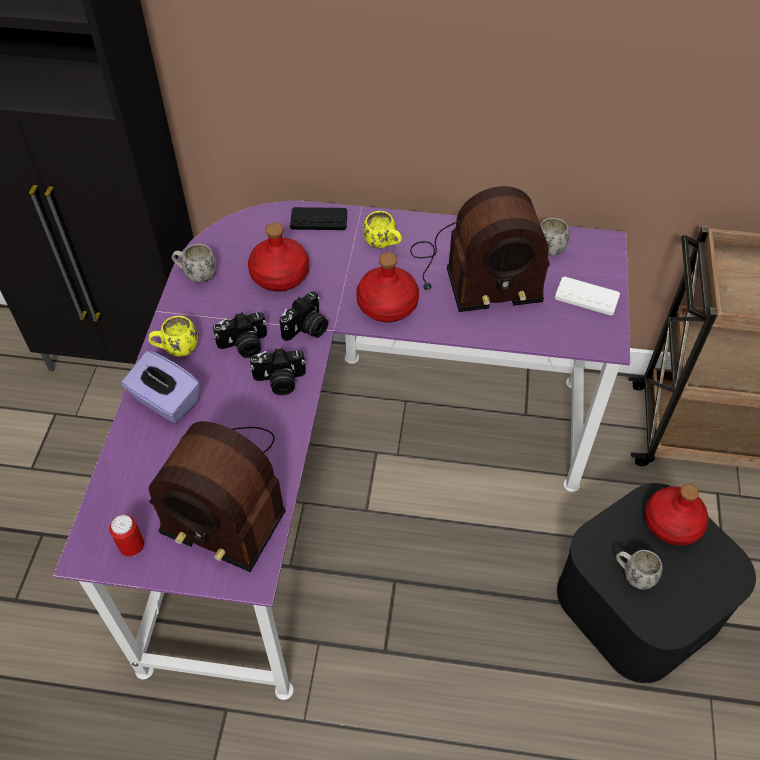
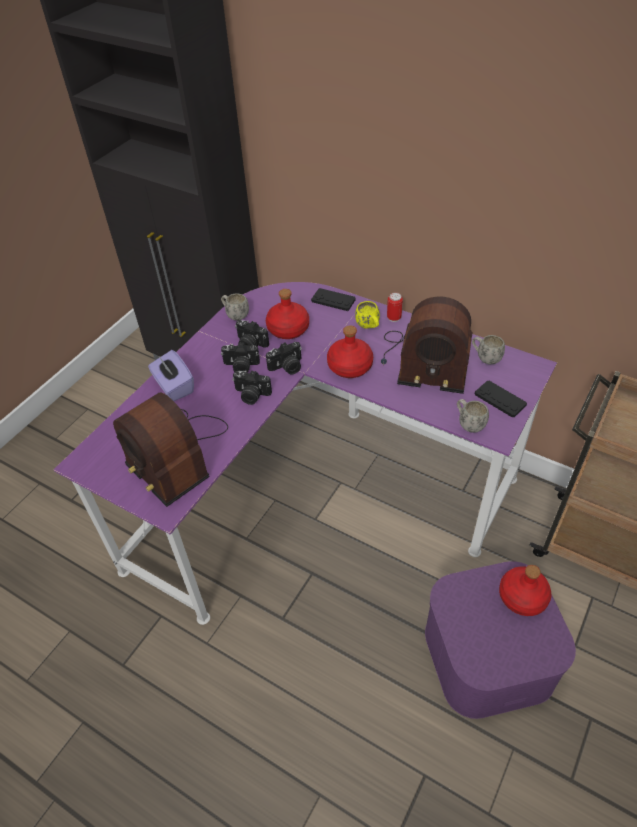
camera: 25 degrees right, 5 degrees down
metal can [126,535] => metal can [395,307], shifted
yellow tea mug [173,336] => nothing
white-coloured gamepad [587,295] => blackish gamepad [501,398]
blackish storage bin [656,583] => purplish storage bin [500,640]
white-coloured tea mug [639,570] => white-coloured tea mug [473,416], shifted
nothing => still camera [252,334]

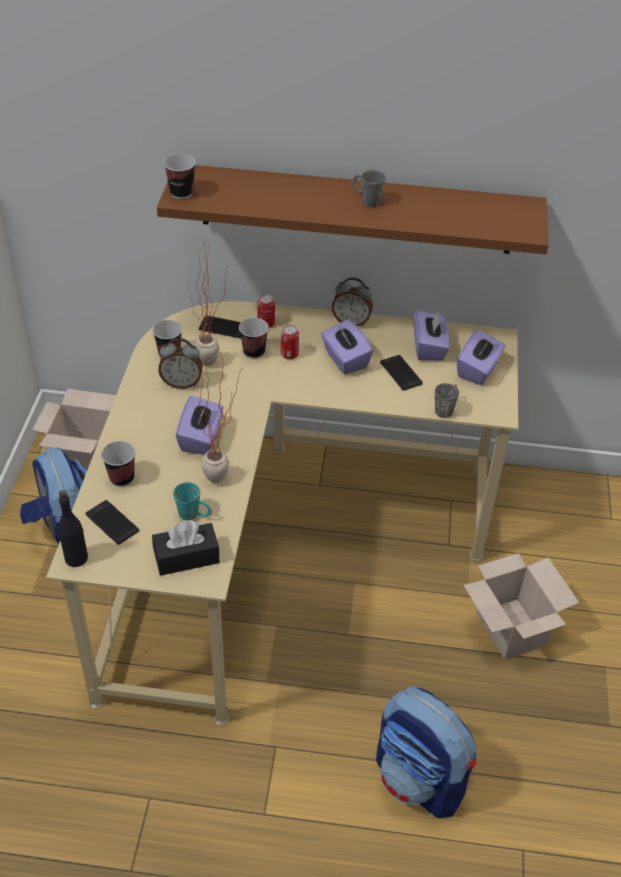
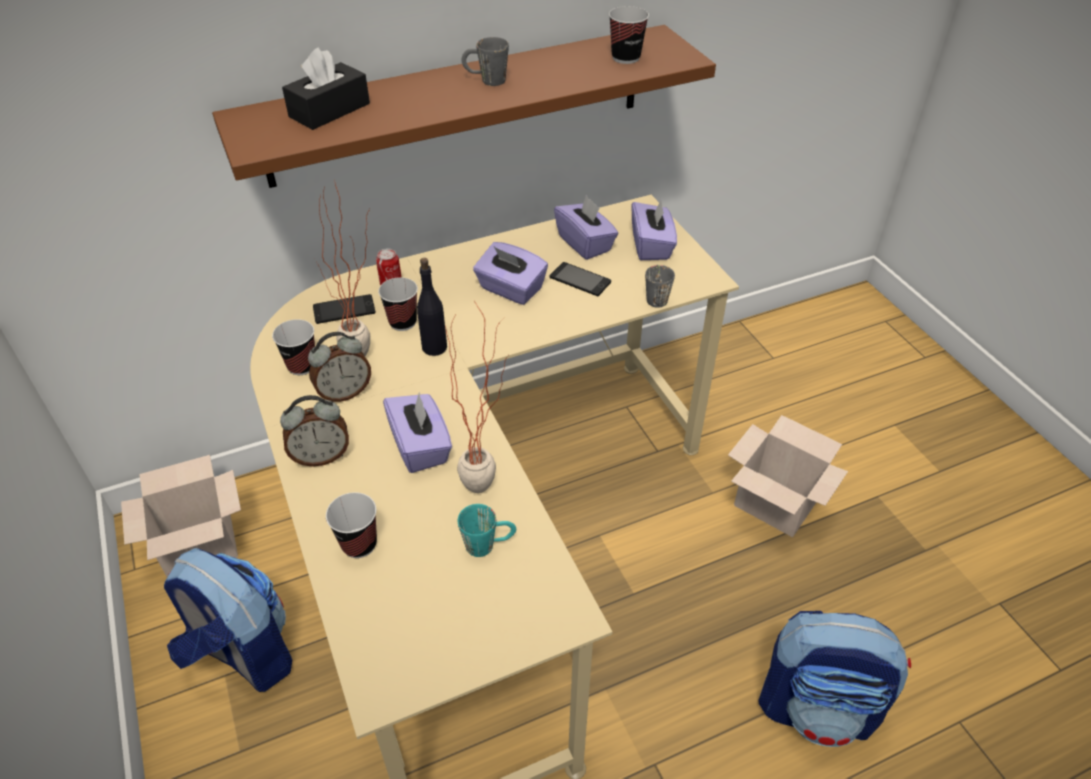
camera: 30 degrees left, 0 degrees up
blackish bottle [73,528] => blackish bottle [432,307], shifted
telephone [112,522] => nothing
blackish tissue box [186,548] => blackish tissue box [326,88], shifted
small cup [179,176] => small cup [629,35], shifted
metal can [290,342] => nothing
table clock [352,301] => table clock [314,431], shifted

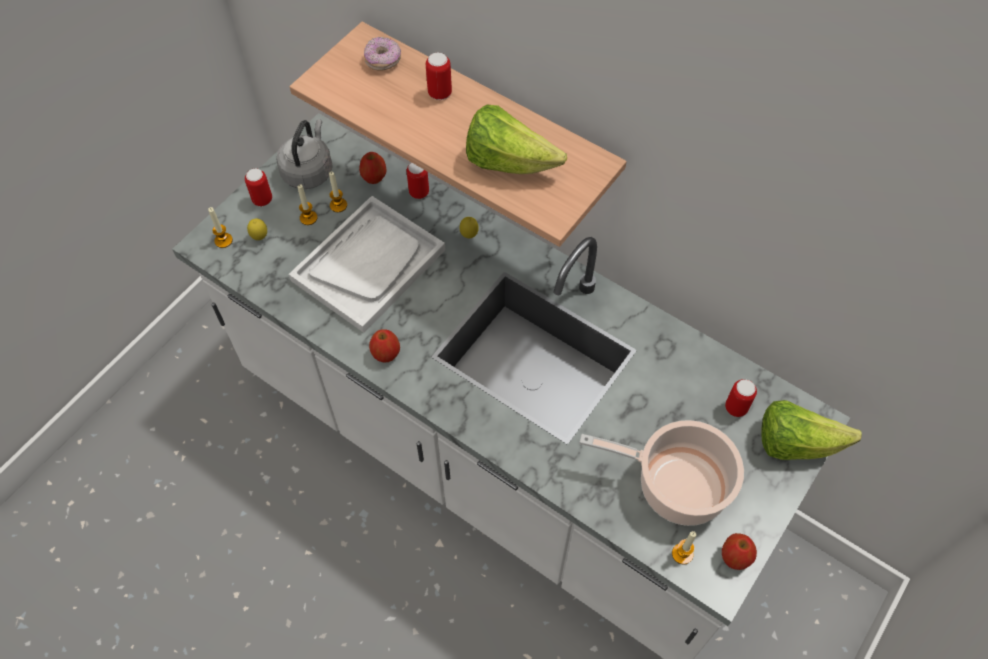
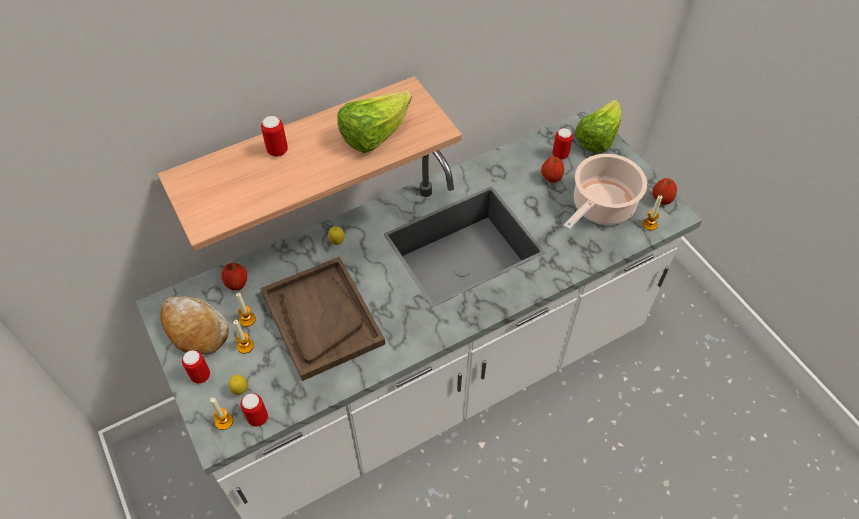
camera: 65 degrees left, 5 degrees down
greyish kettle [304,154] => baked bread [194,325]
white-coloured carrying tray [367,264] => brownish carrying tray [322,319]
ring doughnut [382,54] => nothing
whole apple [384,346] => whole apple [552,170], shifted
metal can [417,180] => metal can [254,410], shifted

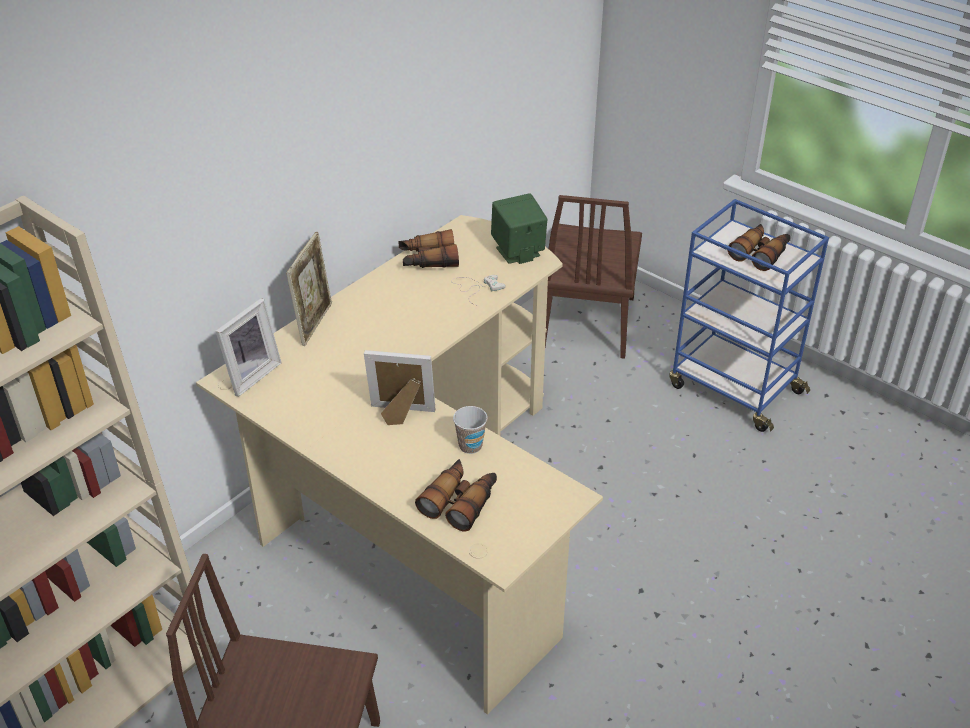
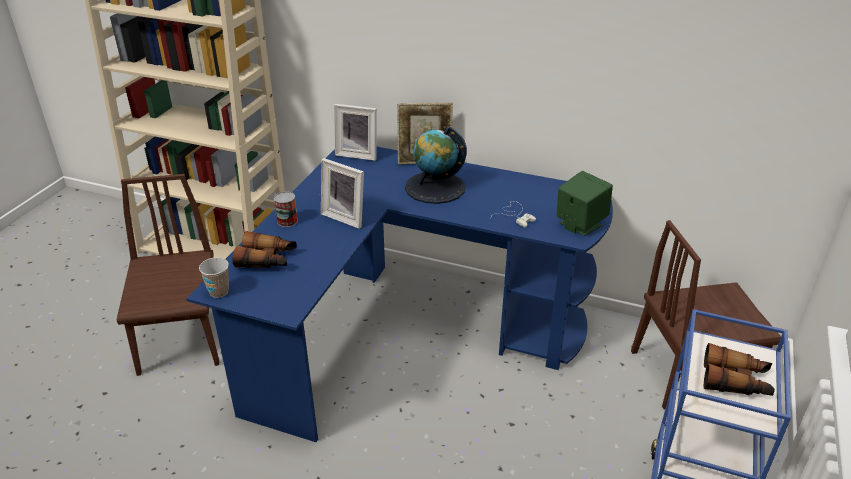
camera: 70 degrees right, 5 degrees down
beige-coloured desk [399,465] => bluish desk [399,294]
picture frame [399,387] => picture frame [342,193], 135 degrees clockwise
field glasses [428,248] => nothing
small cup [470,430] => small cup [214,277], shifted
nothing => metal can [286,209]
nothing => globe [436,165]

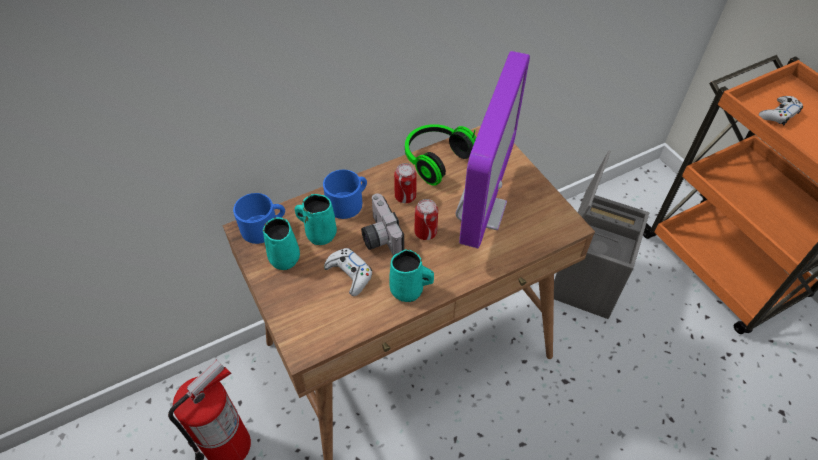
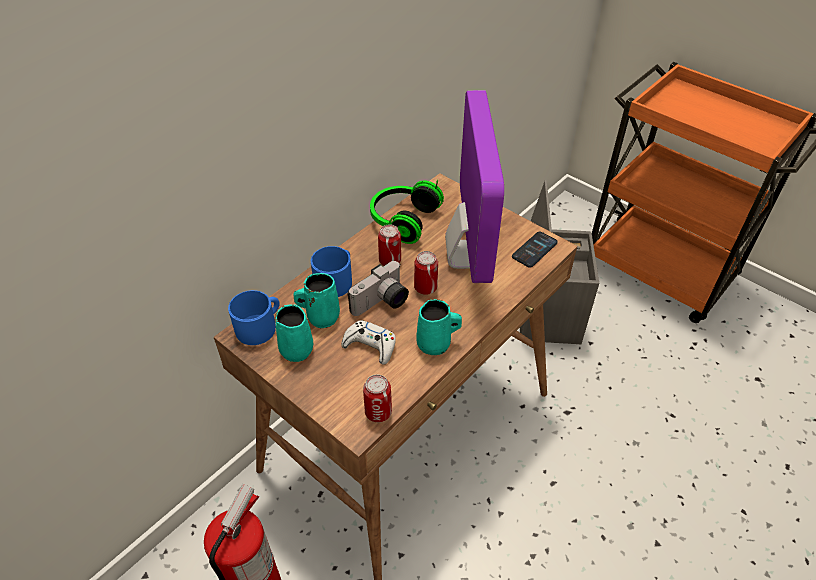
camera: 20 degrees left, 5 degrees down
still camera [382,224] => still camera [378,288], 90 degrees counterclockwise
white-coloured gamepad [781,110] => nothing
nothing => metal can [377,398]
nothing => telephone [535,249]

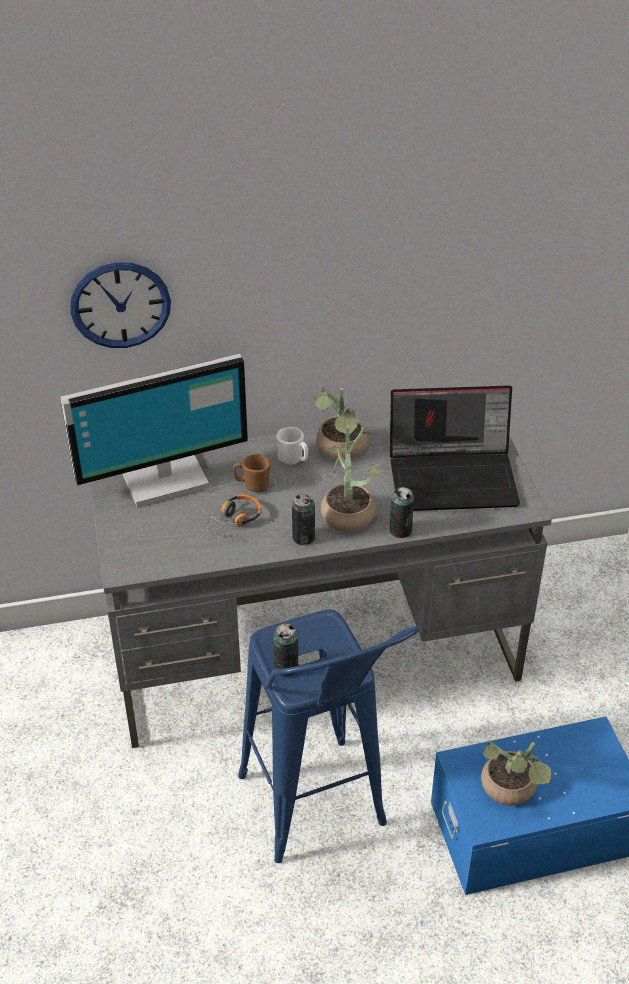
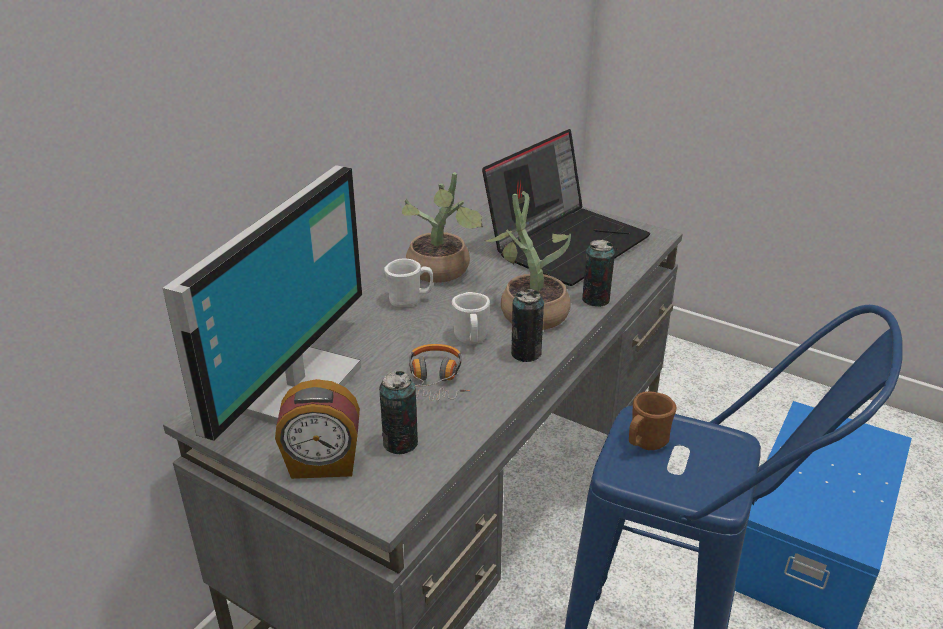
camera: 45 degrees left, 10 degrees down
clock on the wall [120,305] => nothing
brownish tea mug [252,473] => brownish tea mug [653,421], shifted
metal can [285,650] => metal can [398,412], shifted
potted plant [516,773] => nothing
nothing => table clock [317,429]
nothing => white-coloured tea mug [471,318]

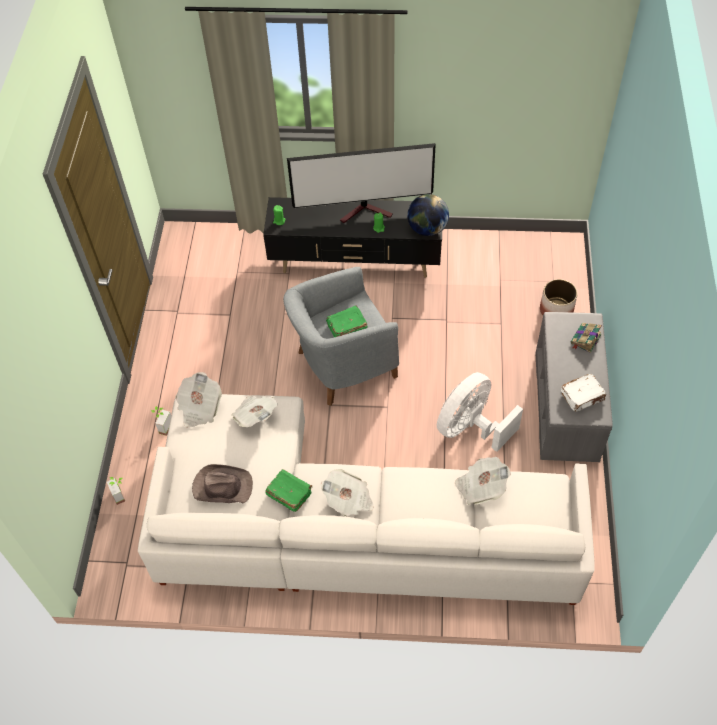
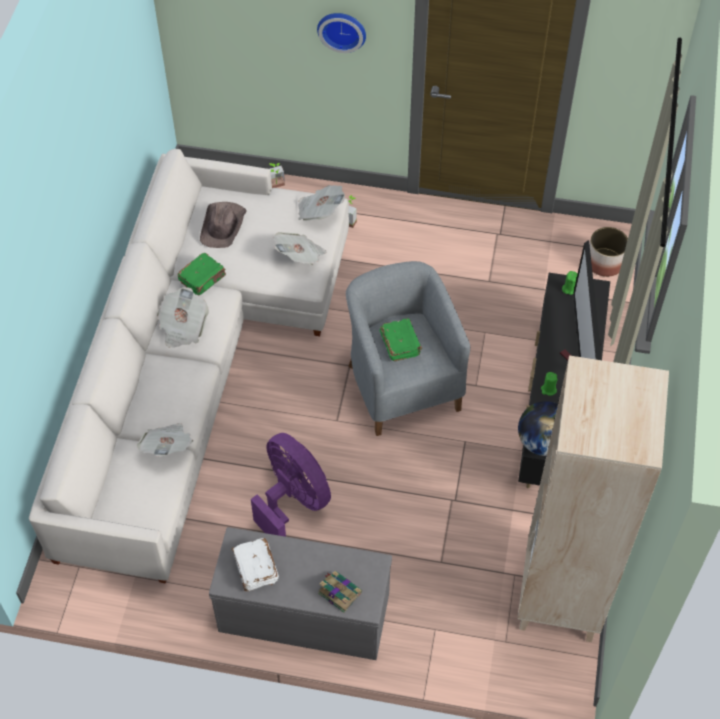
camera: 95 degrees right, 0 degrees up
white-coloured cooling fan [480,412] => purplish cooling fan [291,485]
plant pot [559,297] => plant pot [608,252], shifted
nothing => clock on the wall [341,33]
nothing => beige-coloured bookcase [593,498]

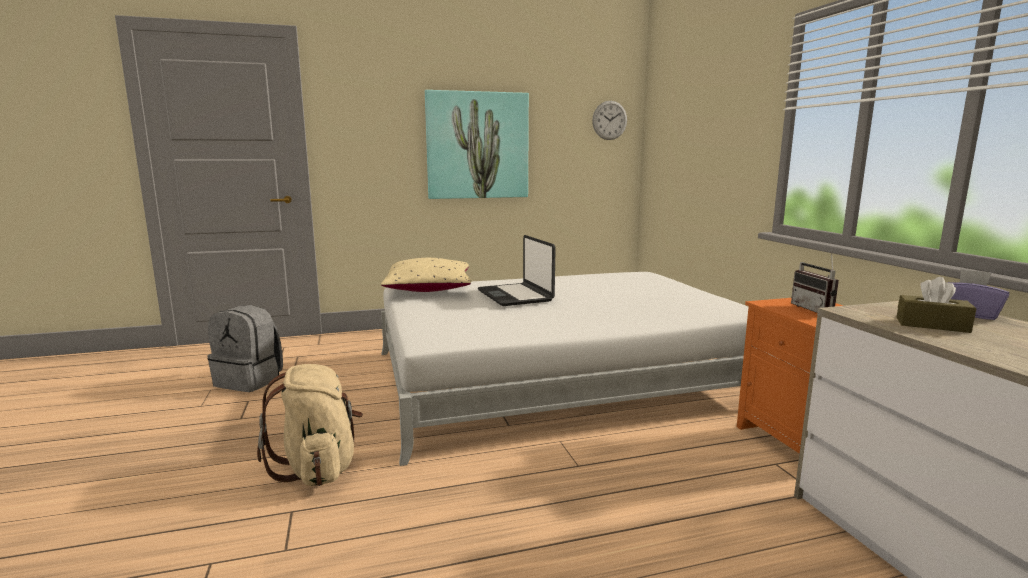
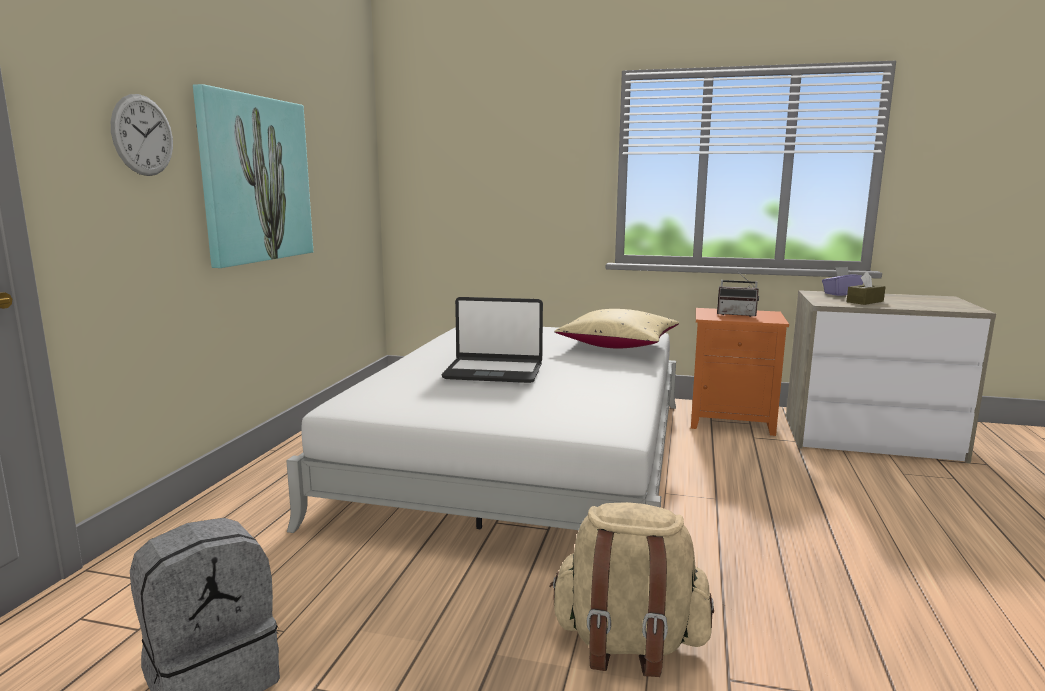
camera: 60 degrees left, 0 degrees up
beige-coloured throw pillow [426,275] => beige-coloured throw pillow [616,329], shifted
clock on the wall [609,120] => clock on the wall [142,135], shifted

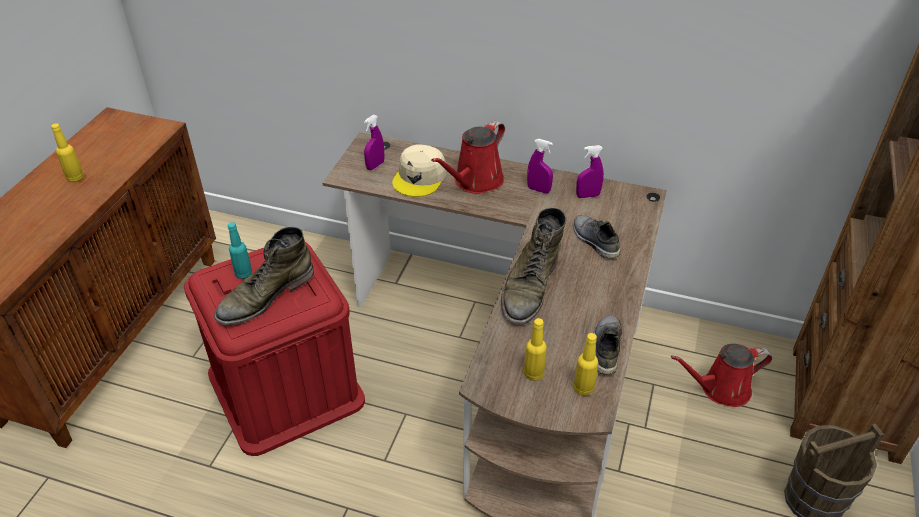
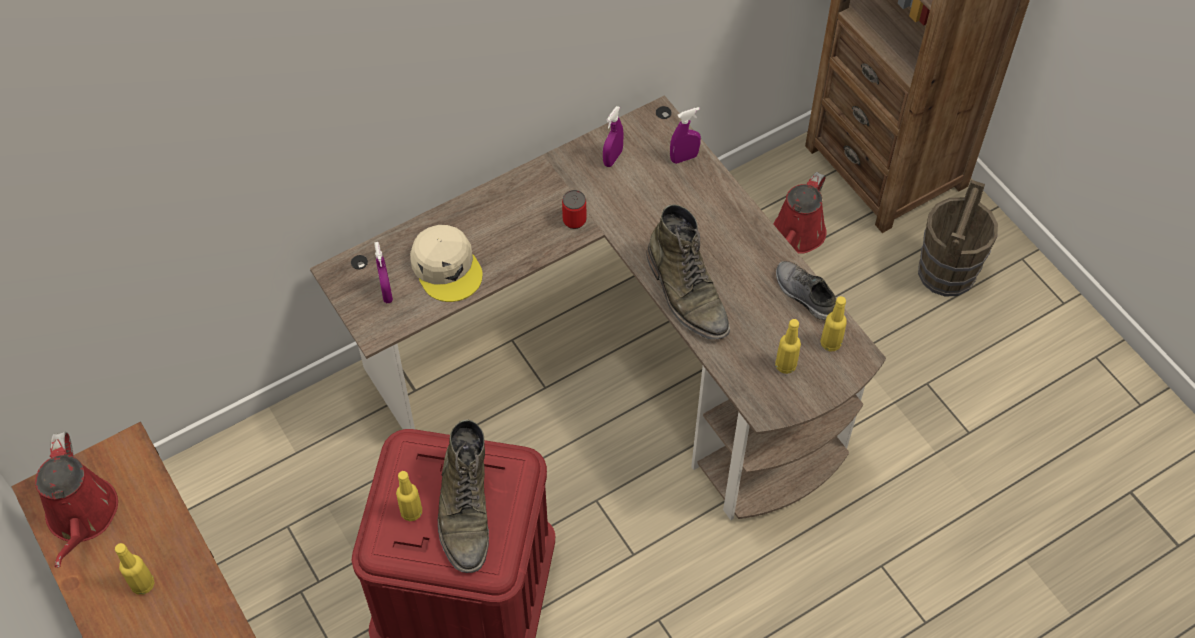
camera: 50 degrees left, 15 degrees up
turquoise-coloured bottle [240,250] => yellow bottle [409,496]
red-coloured watering pot [468,157] => red-coloured watering pot [76,500], shifted
purplish spray bottle [540,166] => purplish spray bottle [685,135], shifted
greyish shoe [597,237] => nothing
nothing => metal can [574,209]

